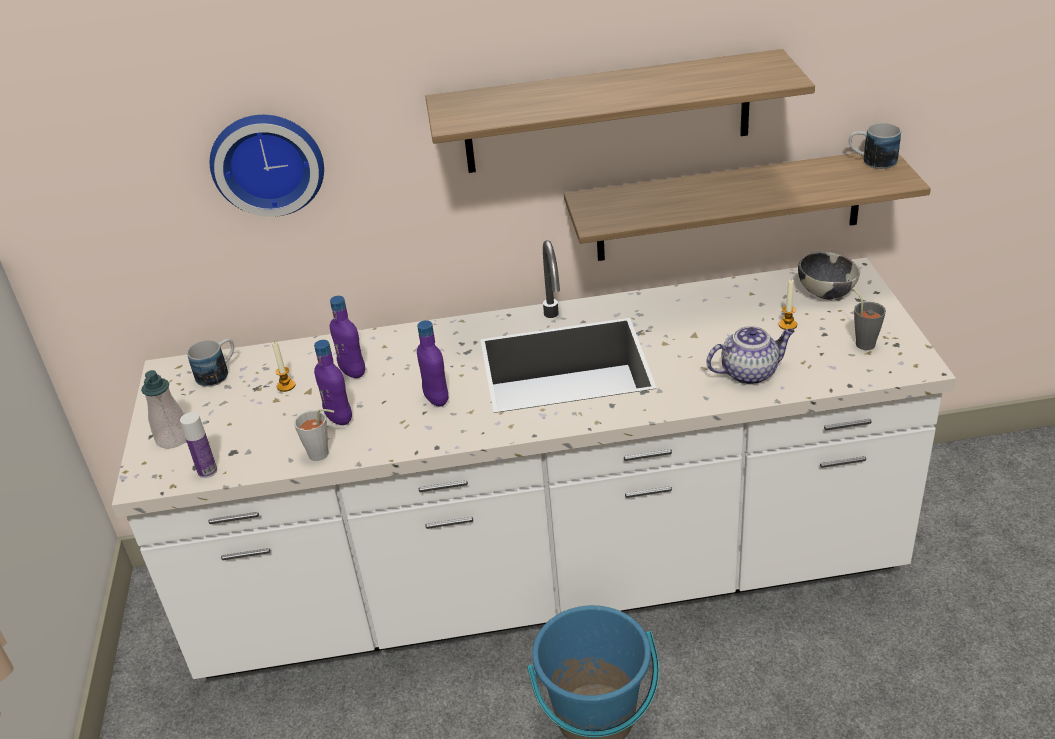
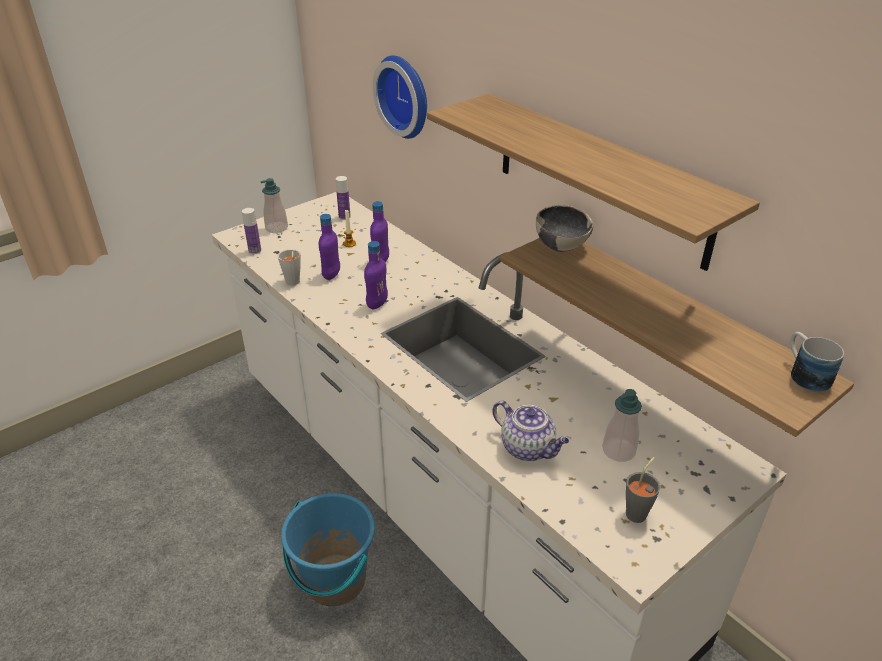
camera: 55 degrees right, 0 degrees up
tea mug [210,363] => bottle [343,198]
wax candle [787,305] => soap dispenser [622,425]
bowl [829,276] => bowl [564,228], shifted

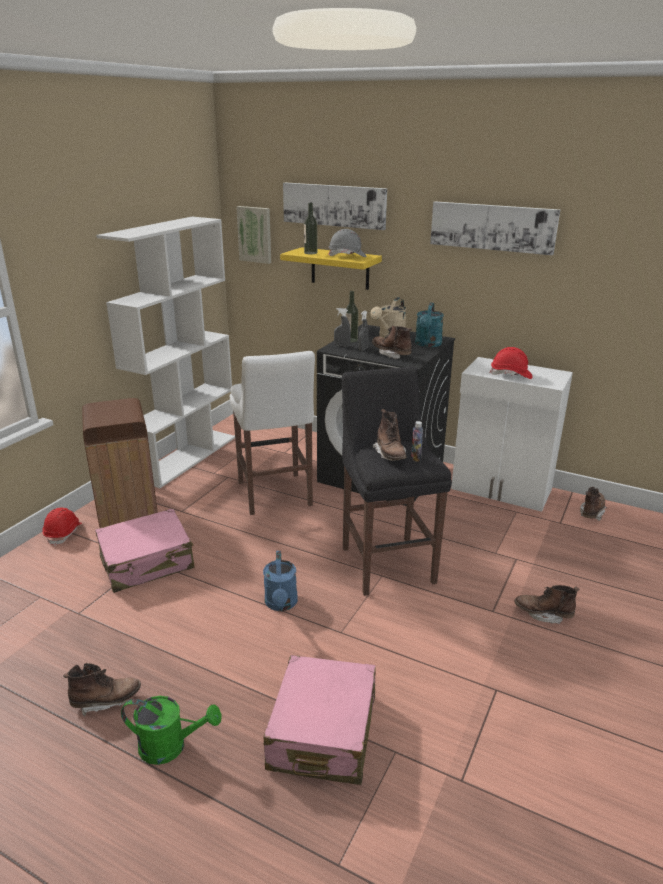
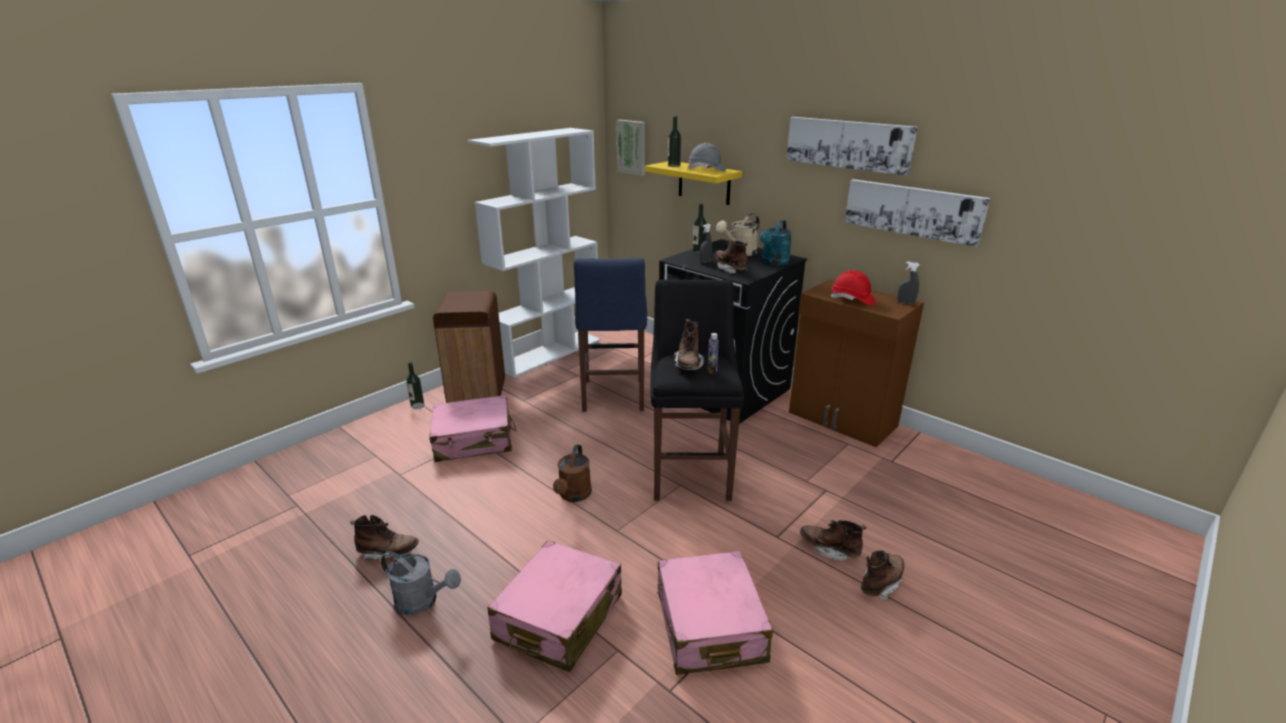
camera: 15 degrees right, 0 degrees up
red-coloured hard hat [62,526] => bottle [415,385]
green watering pot [171,730] => greyish watering pot [421,583]
white-coloured sitting stool [272,433] => bluish sitting stool [610,335]
bluish watering pot [280,581] => brownish watering pot [572,473]
picture [335,206] => picture [917,213], shifted
greyish spray bottle [342,327] => greyish spray bottle [908,283], shifted
white-coloured storage cabinet [512,434] => brownish storage cabinet [856,363]
brownish tall boot [593,504] => brownish tall boot [882,575], shifted
nothing => pink piece of luggage [715,613]

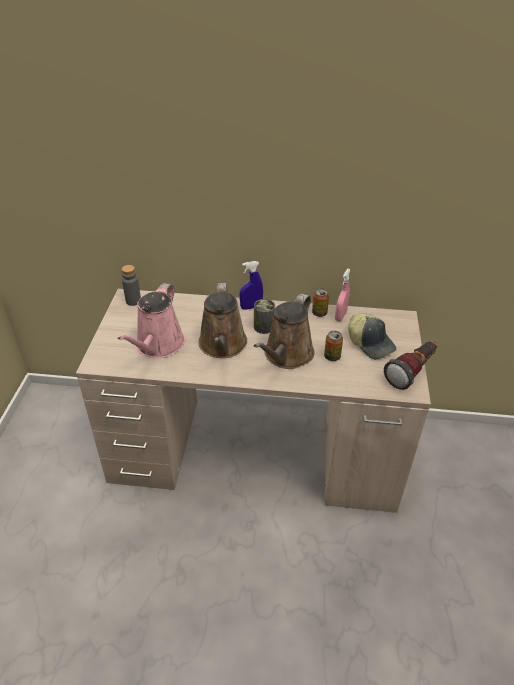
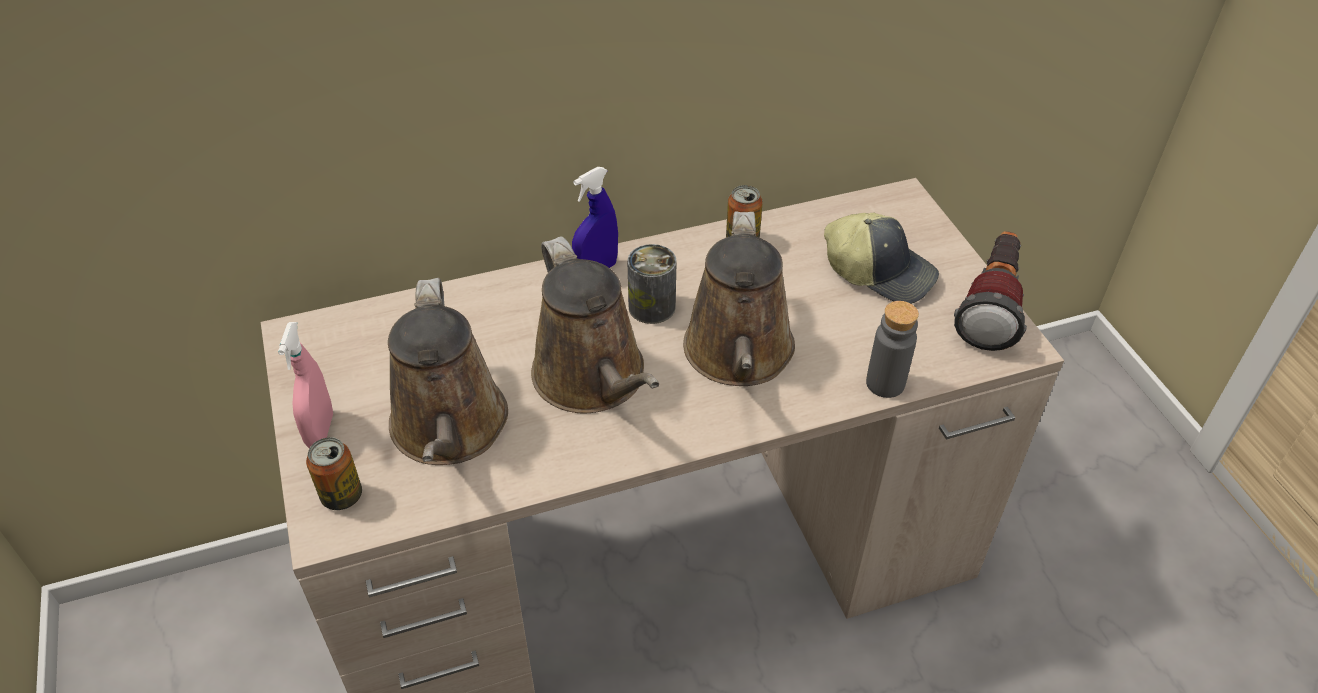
camera: 25 degrees left, 5 degrees up
pink watering pot [151,320] => brownish watering pot [448,371]
greyish bottle [131,285] => greyish bottle [892,349], shifted
metal can [333,346] => metal can [334,473], shifted
pink spray bottle [343,295] => pink spray bottle [305,385], shifted

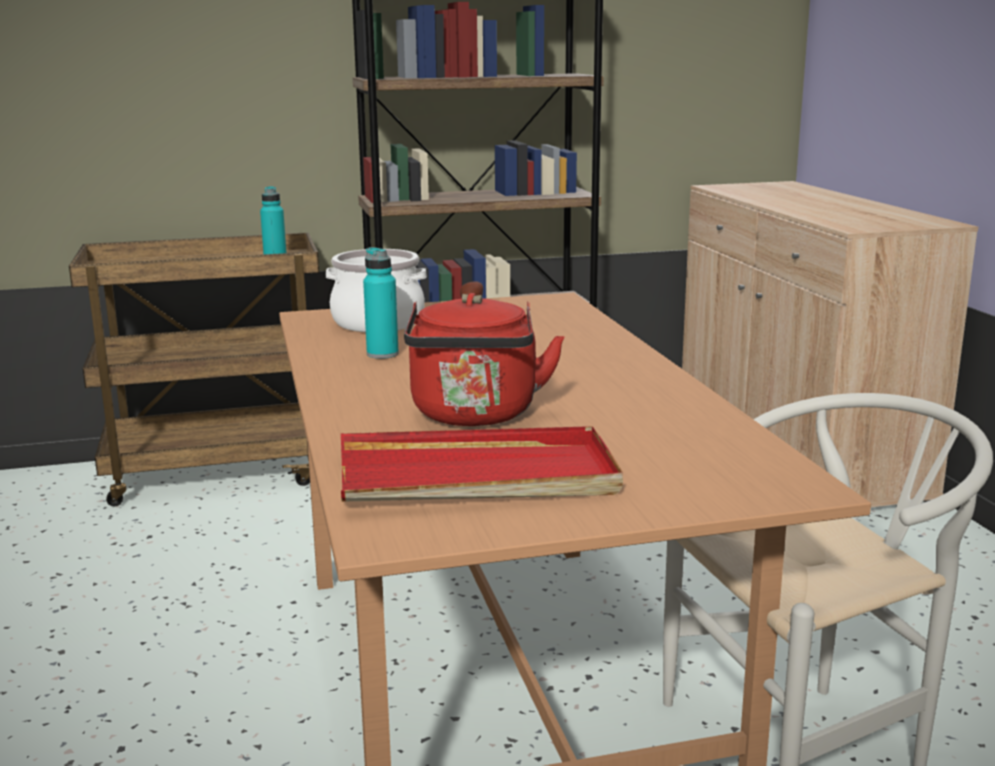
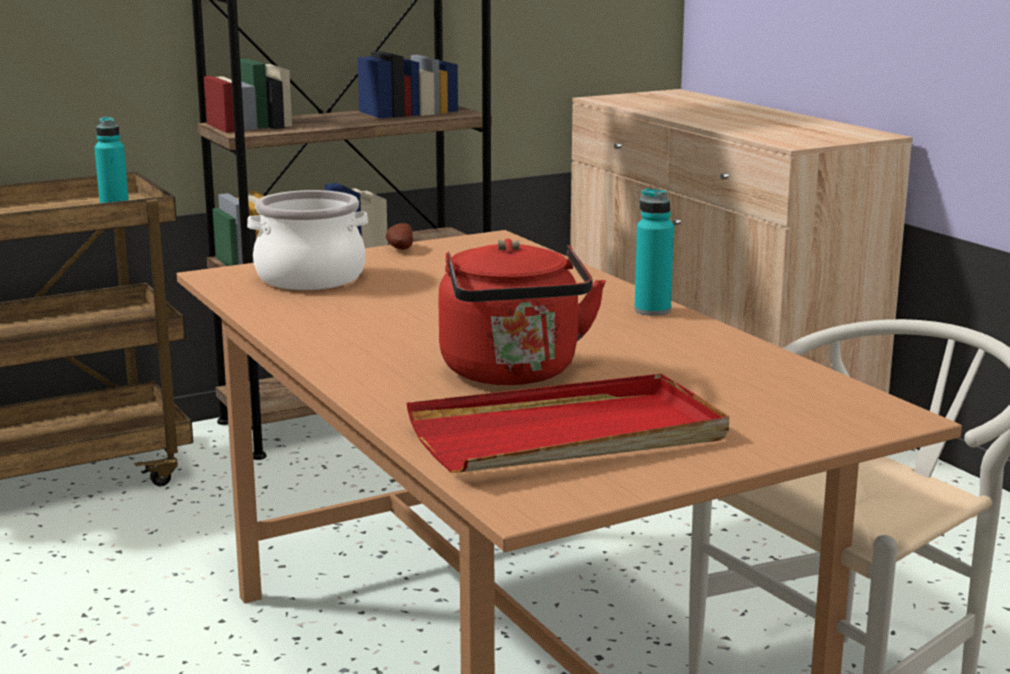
camera: 15 degrees left, 0 degrees up
turquoise-coloured bottle [381,303] => turquoise-coloured bottle [654,252], shifted

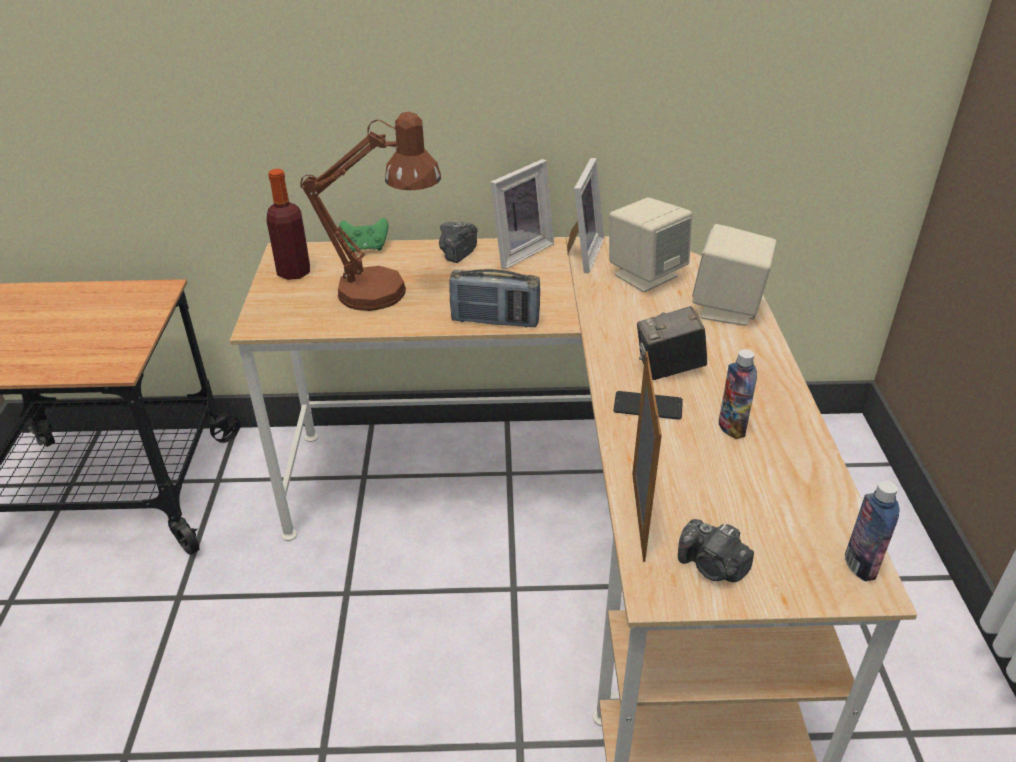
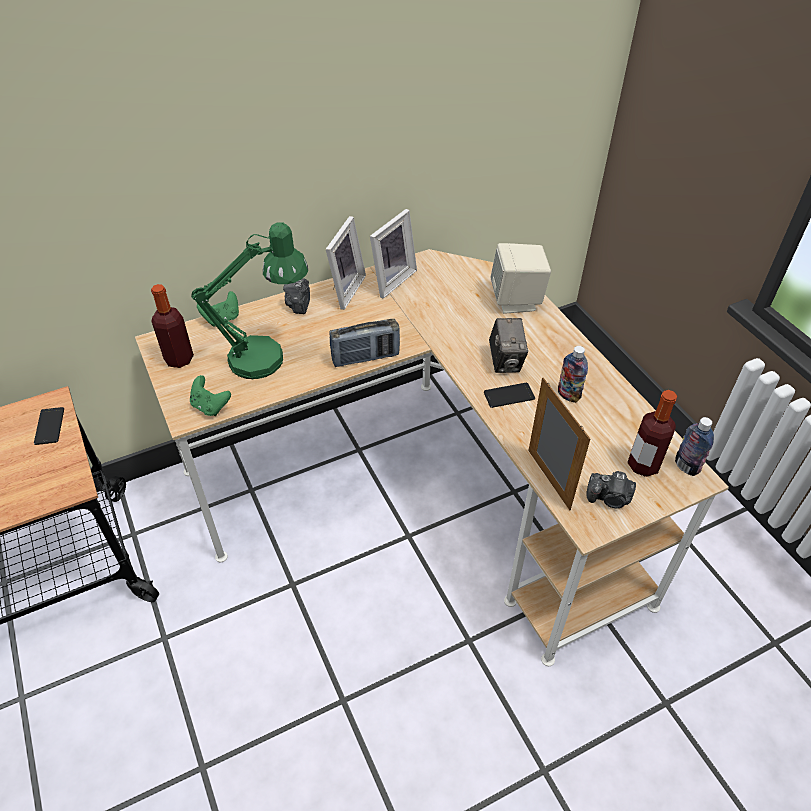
camera: 25 degrees left, 10 degrees up
brownish tabletop lamp [370,211] => green tabletop lamp [249,300]
picture frame [585,215] => picture frame [393,253], 45 degrees clockwise
beige-coloured loudspeaker [650,244] => nothing
still camera [672,343] => still camera [508,345], 60 degrees counterclockwise
nothing => telephone [49,426]
nothing => green gamepad [210,395]
nothing => bottle [652,433]

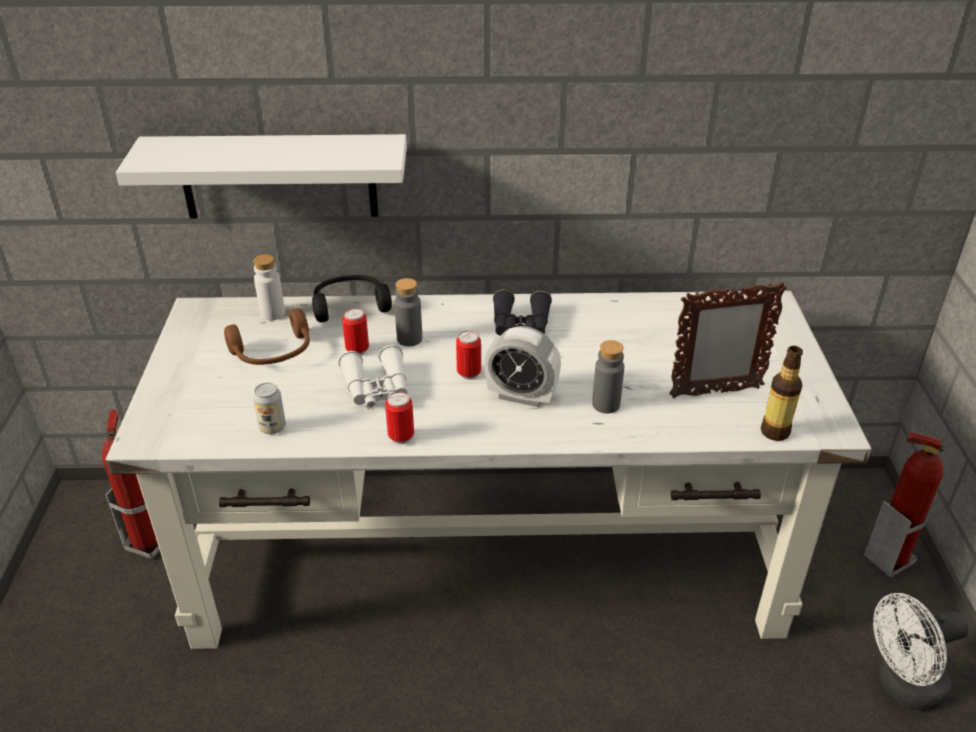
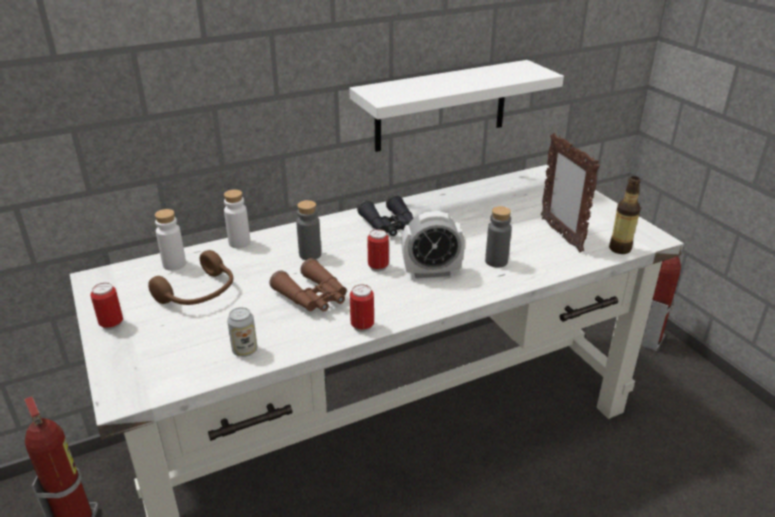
camera: 25 degrees left, 5 degrees down
white-coloured bracket shelf [261,176] => white-coloured bracket shelf [456,106], shifted
blackish headphones [352,298] => white-coloured bottle [237,218]
white-coloured field glasses [373,377] => brownish field glasses [308,285]
metal can [355,331] => metal can [107,306], shifted
picture frame [728,340] => picture frame [570,193], 105 degrees clockwise
white-coloured cooling fan [921,652] => nothing

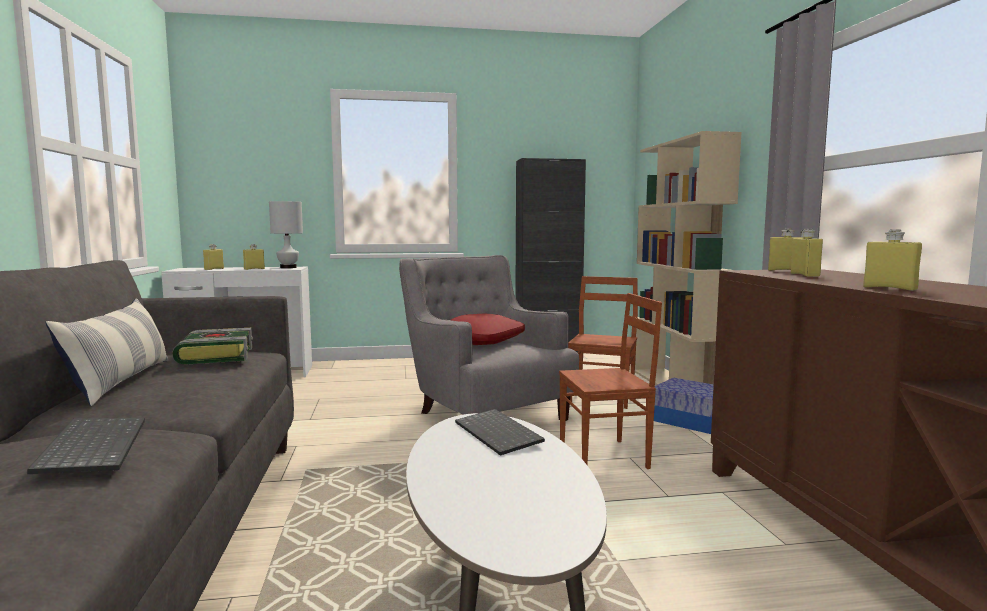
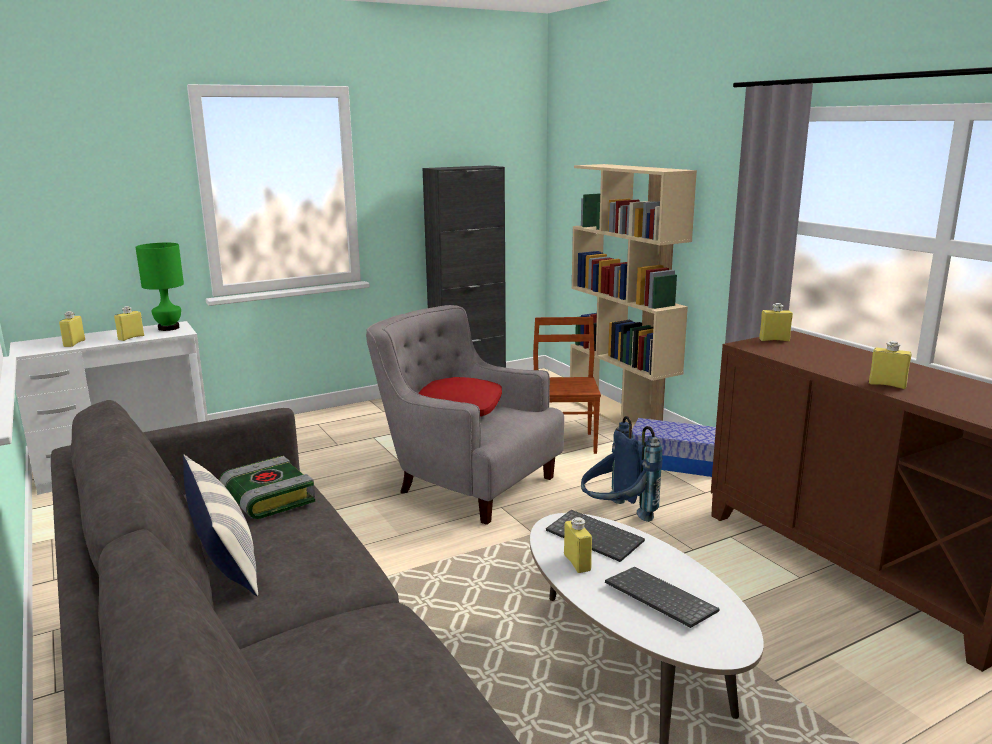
camera: 20 degrees left, 10 degrees up
keyboard [86,446] => keyboard [662,597], shifted
white-coloured tabletop lamp [286,234] => green tabletop lamp [159,287]
brownish upright chair [610,381] => bluish knapsack [622,469]
yellow bottle [807,253] => yellow bottle [578,545], shifted

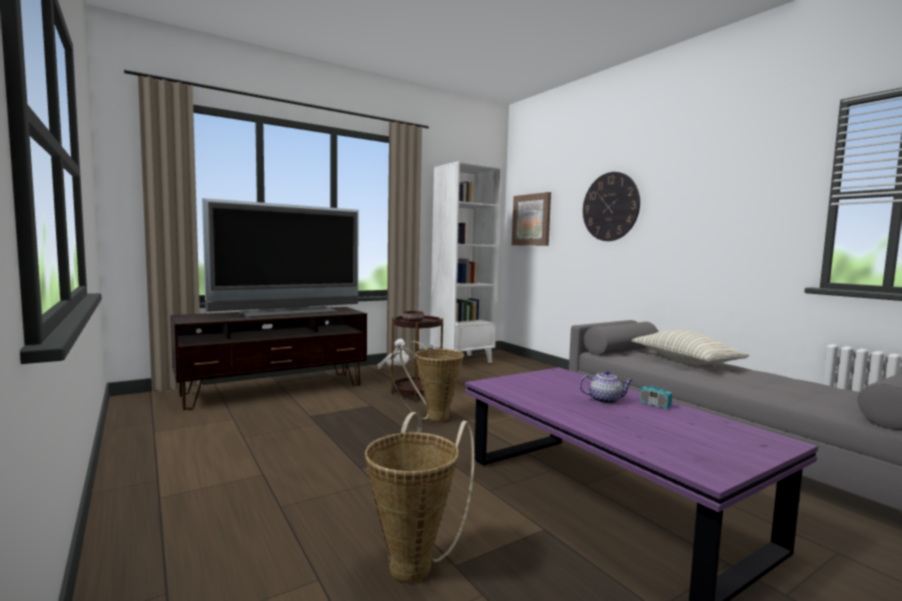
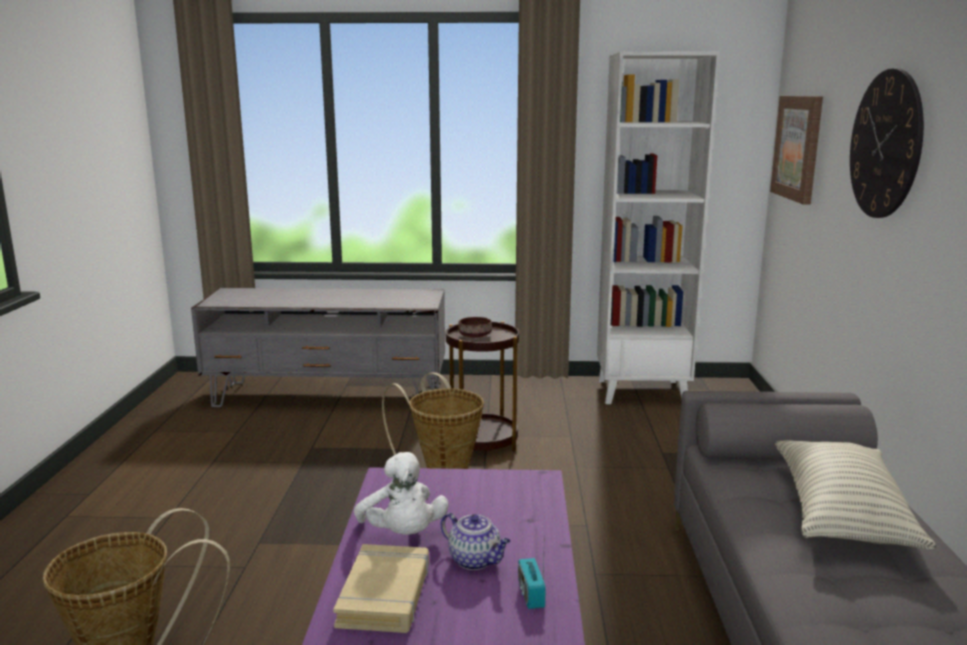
camera: 35 degrees right, 10 degrees up
brownish tv unit [268,358] => greyish tv unit [318,347]
television [280,258] => nothing
white-coloured plush toy [393,354] => white-coloured plush toy [401,493], shifted
nothing => beige-coloured volume [381,588]

